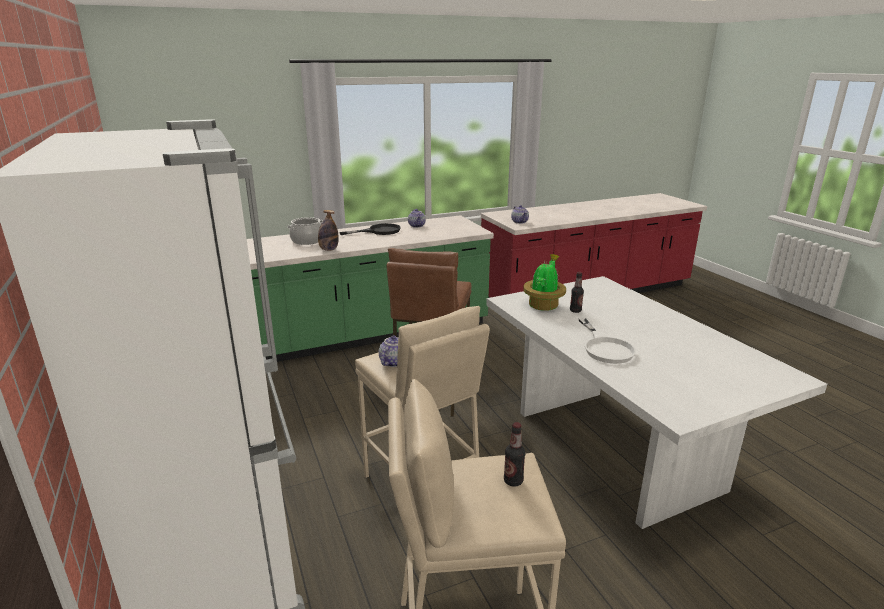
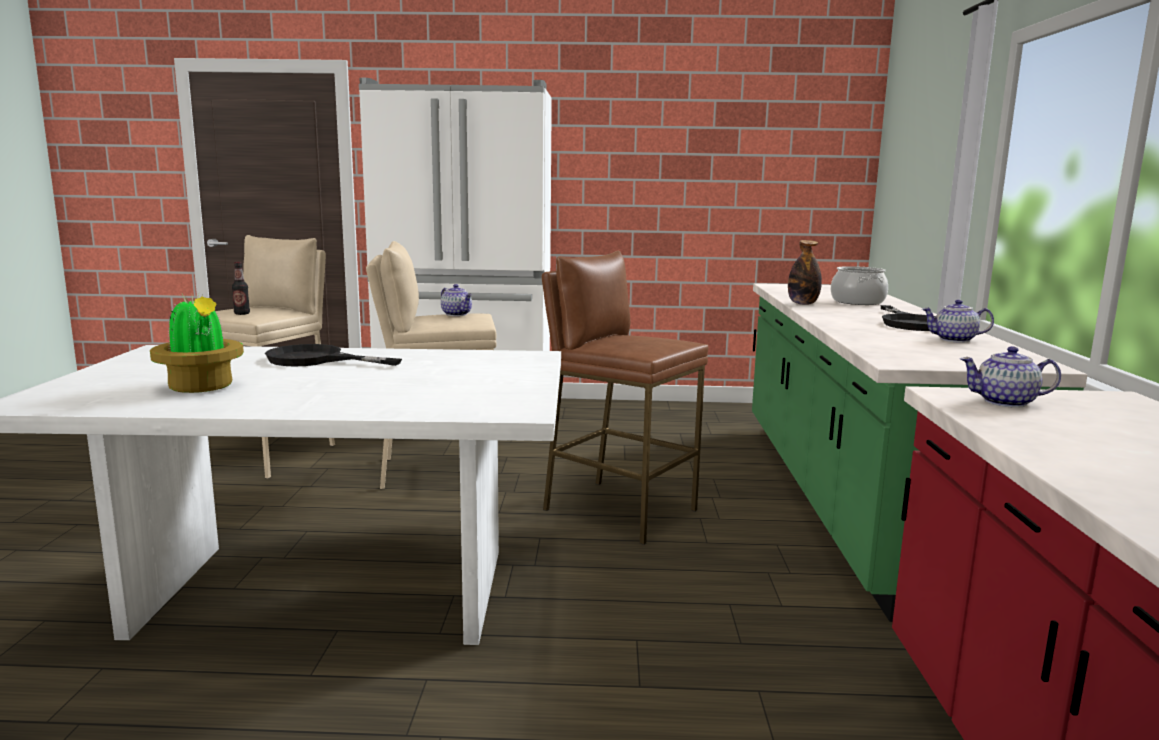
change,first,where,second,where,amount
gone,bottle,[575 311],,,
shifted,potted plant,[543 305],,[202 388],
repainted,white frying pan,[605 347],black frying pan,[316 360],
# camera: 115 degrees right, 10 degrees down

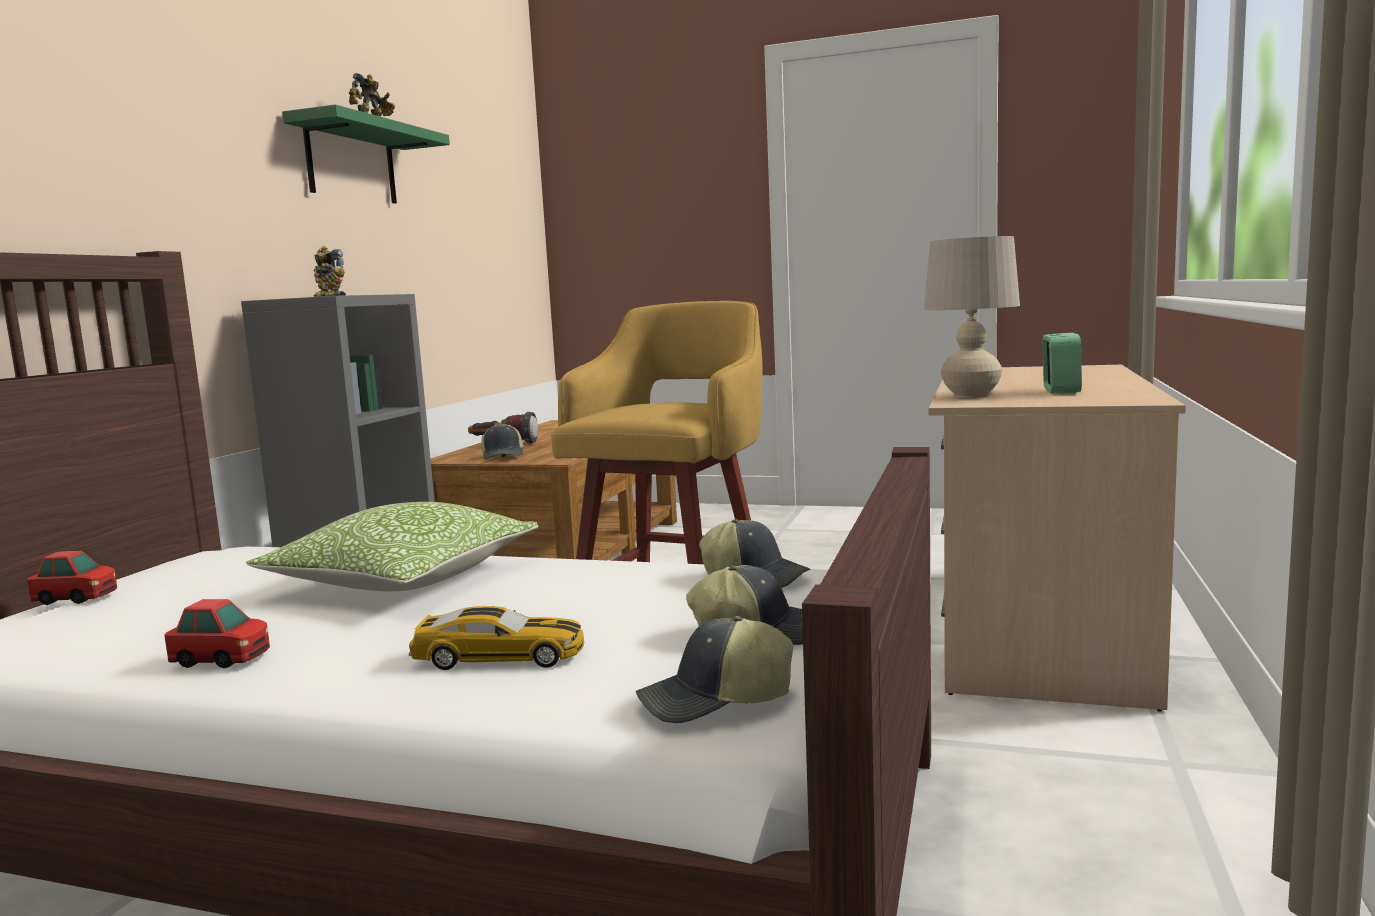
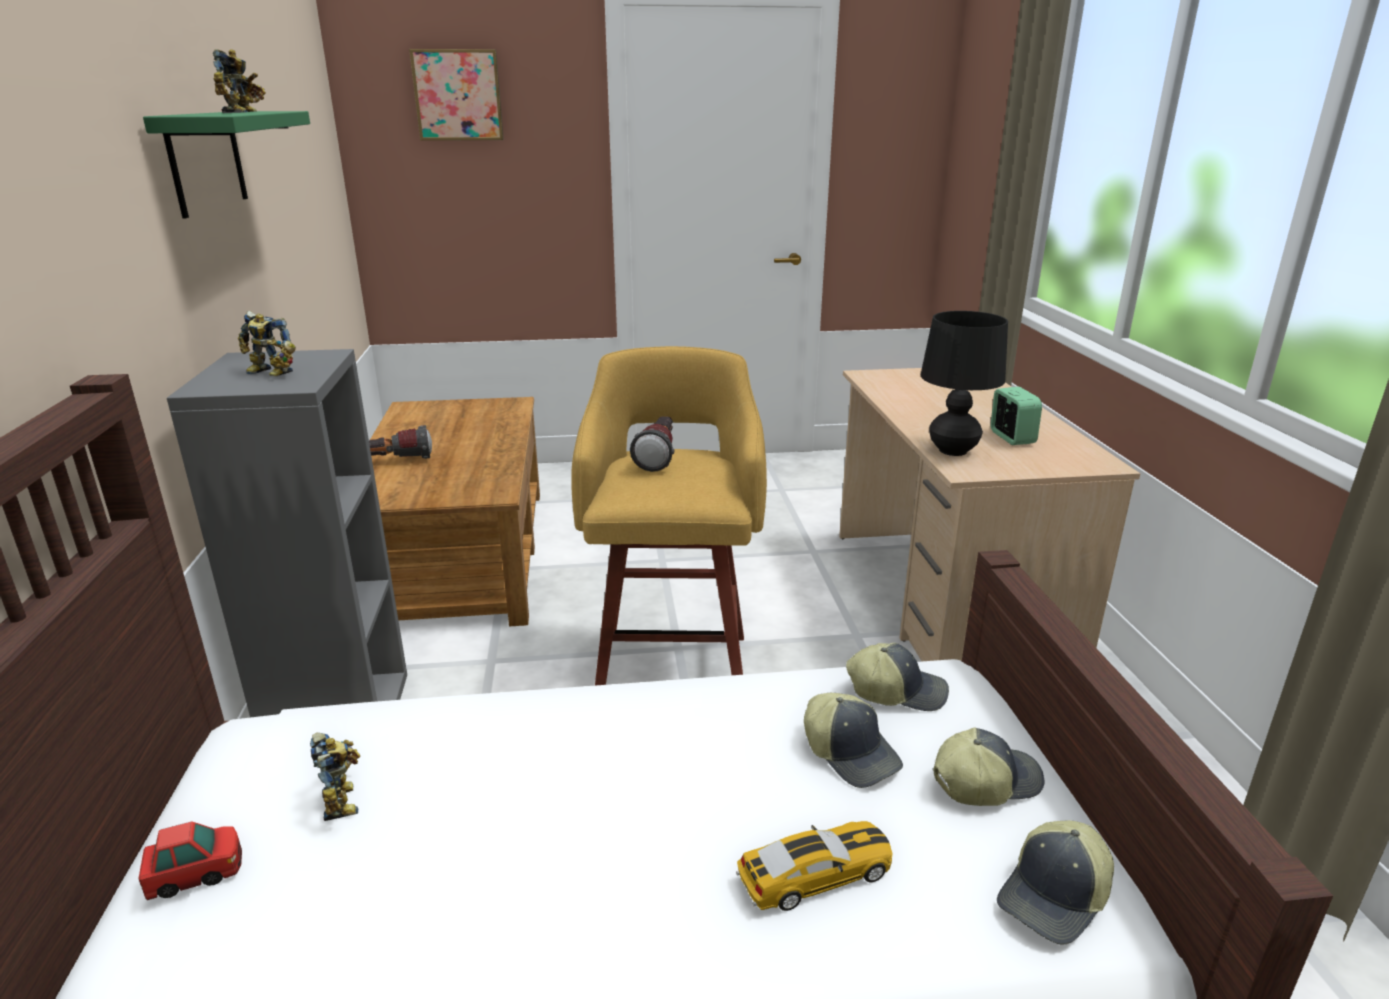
change,first,where,second,where,amount
gone,toy car,[222 659],,,
gone,pillow,[403 579],,,
new,,,toy robot,[344 800],
new,,,picture,[458 95],
new,,,flashlight,[659 456],
shifted,cap,[504 456],,[851 753],
repainted,beige table lamp,[971 395],black table lamp,[952 450],
# camera: 25 degrees left, 15 degrees up

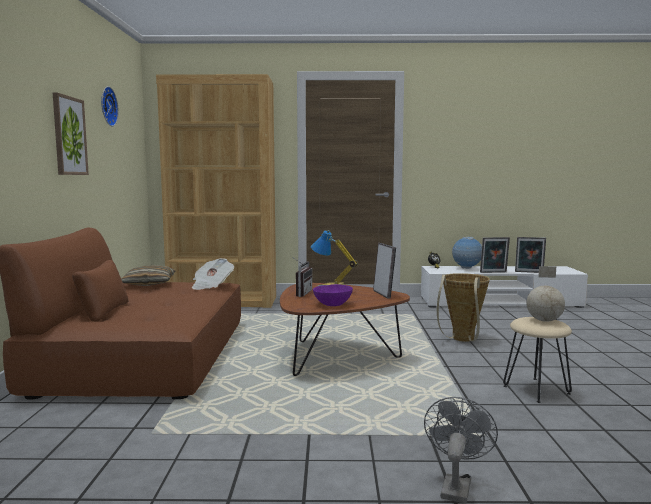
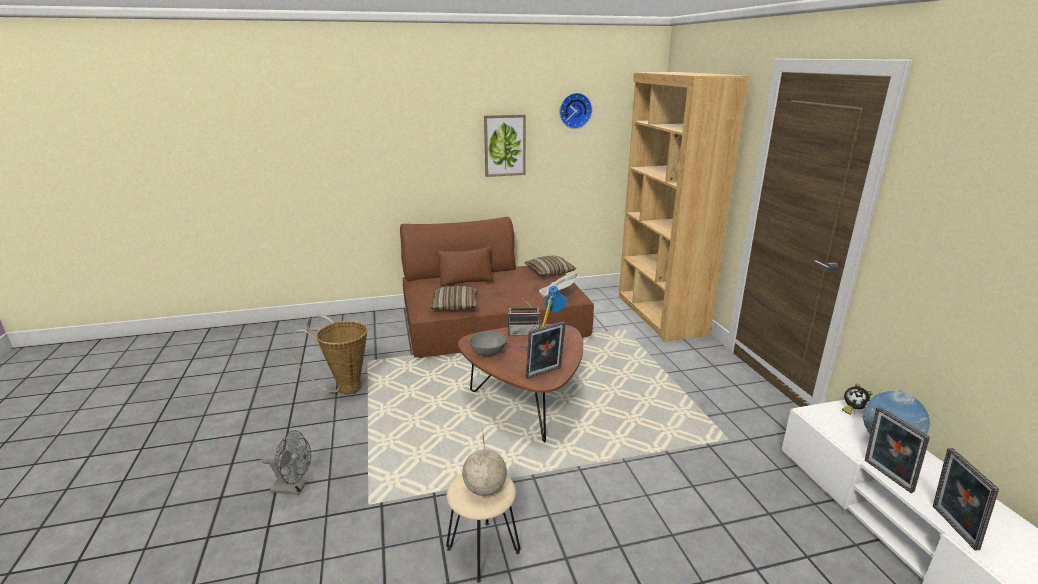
change,first,where,second,where,amount
new,,,pillow,[454 305],
shifted,basket,[461 340],,[344 388],
repainted,purple bowl,[332 304],grey bowl,[488 352],
# camera: 75 degrees right, 15 degrees up

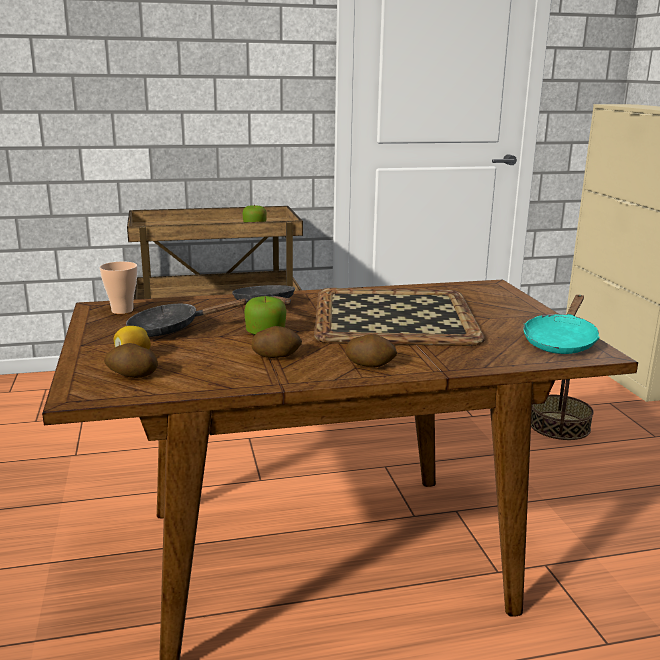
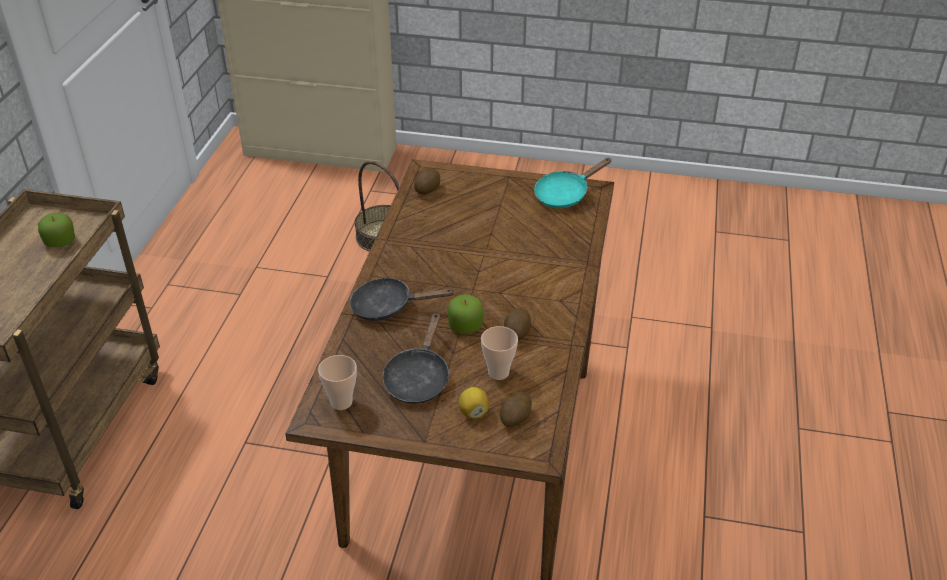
change,first,where,second,where,amount
gone,tray,[395 318],,,
new,,,cup,[498 372],
shifted,potato,[370 364],,[427 189],
rotated,turquoise frying pan,[560 341],,[565 194],90 degrees clockwise
# camera: 65 degrees left, 20 degrees up

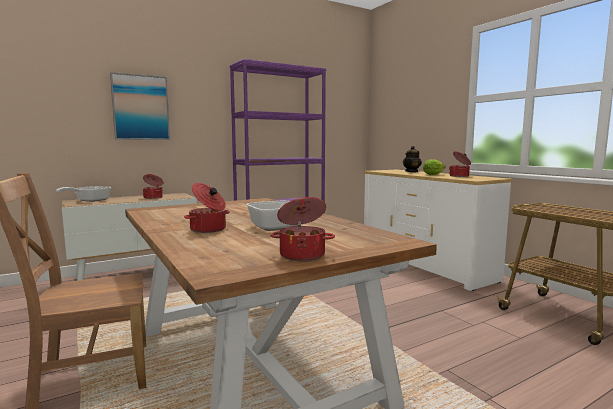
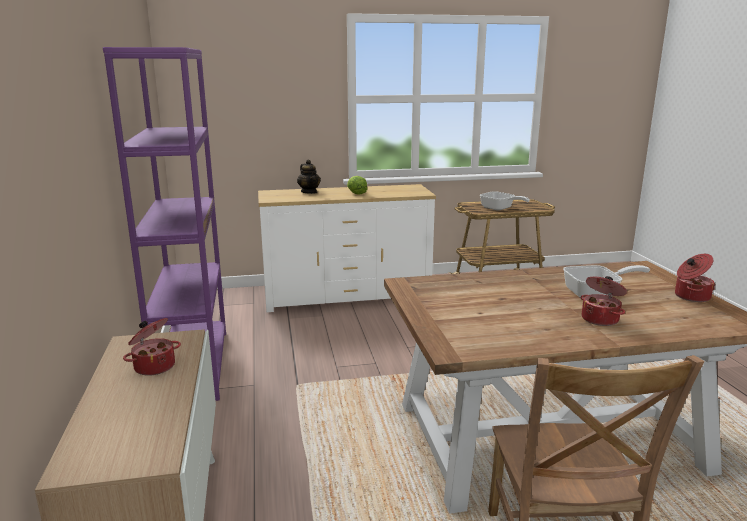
change,first,where,second,where,amount
gone,picture,[141 107],,,
gone,cooking pot,[459 176],,,
shifted,frying pan,[89 201],,[499 209],
# camera: 70 degrees left, 10 degrees up

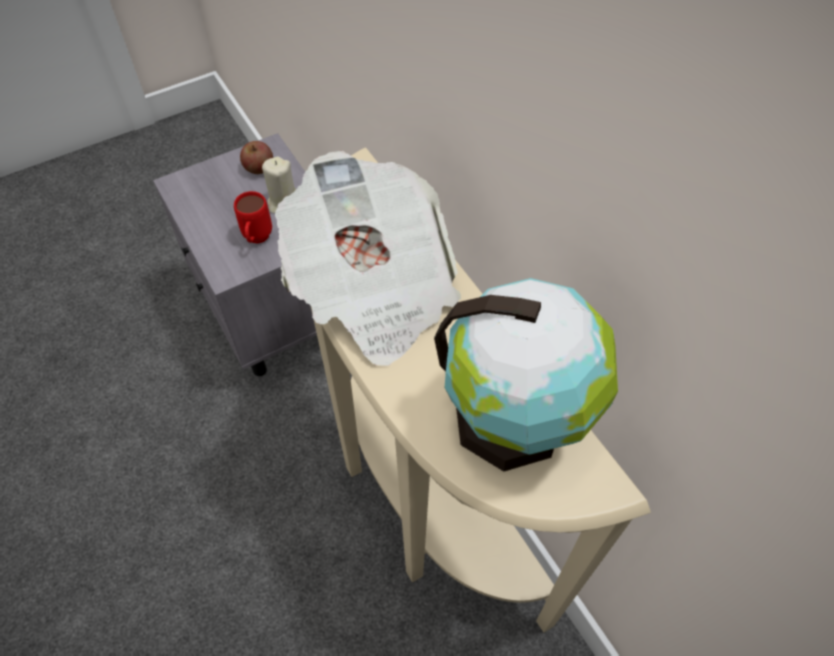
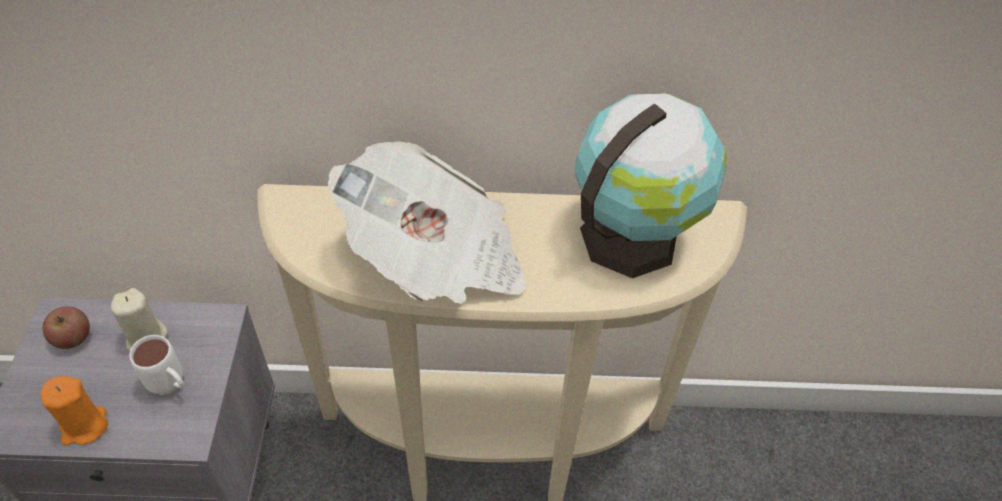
change,first,where,second,where,amount
new,,,orange candle,[84 426],
repainted,red mug,[256 240],white mug,[172 387],
# camera: 60 degrees left, 5 degrees down

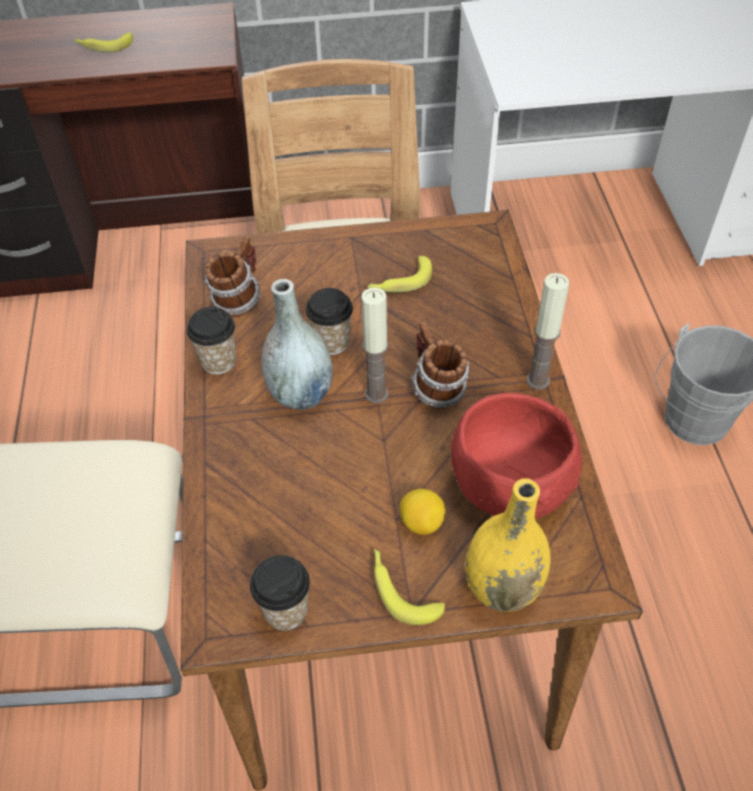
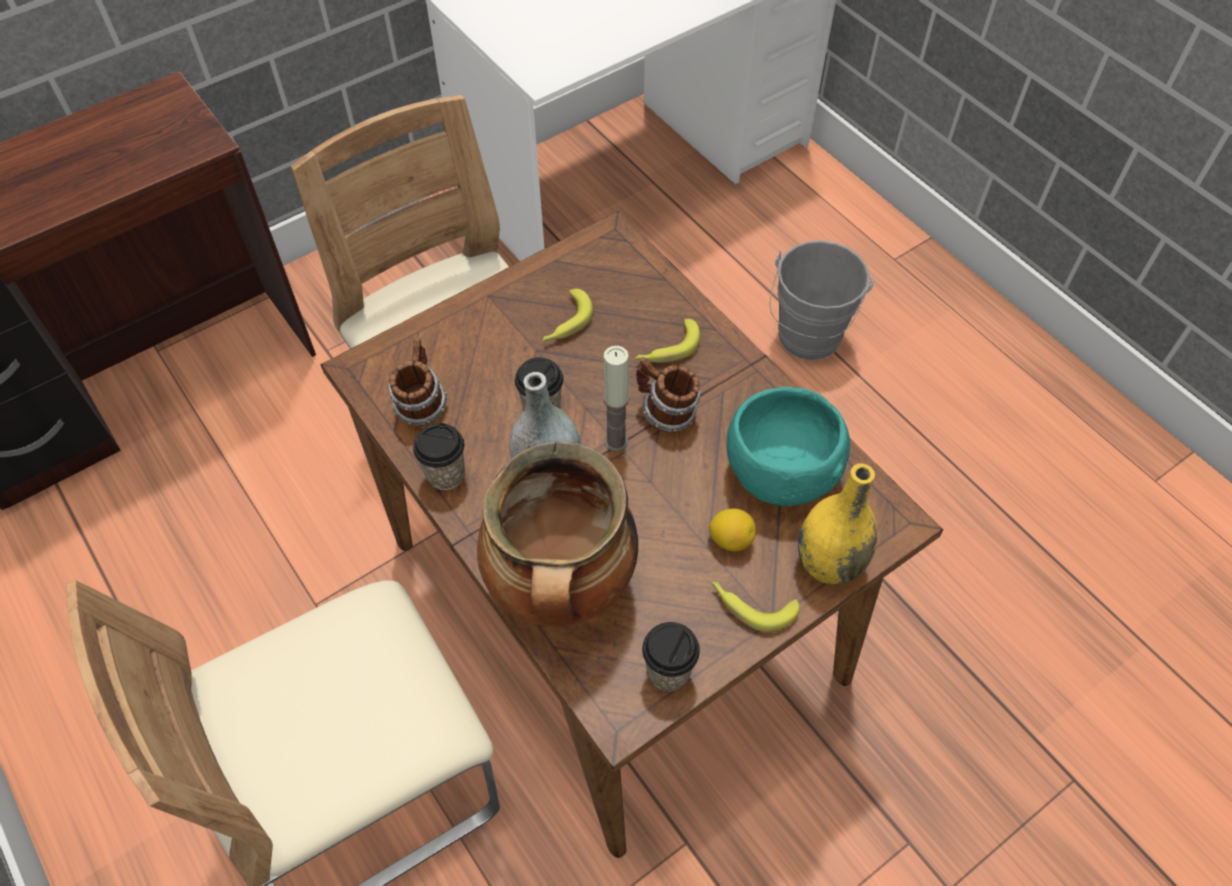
change,first,where,second,where,amount
gone,candle,[538 380],,,
new,,,cooking pot,[563 588],
shifted,banana,[104 46],,[667 349],
repainted,red bowl,[510 482],turquoise bowl,[780 470],
# camera: 30 degrees left, 5 degrees up

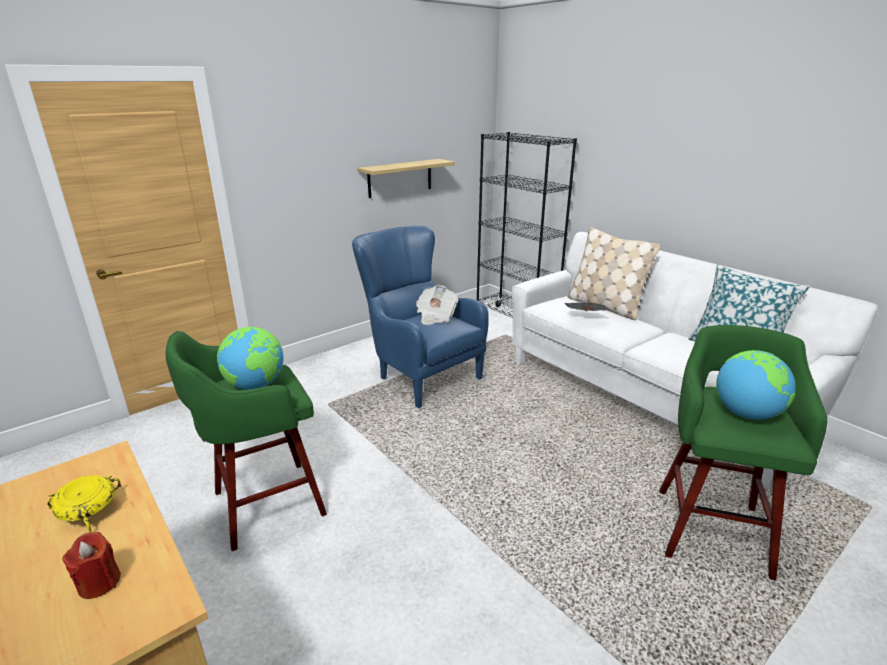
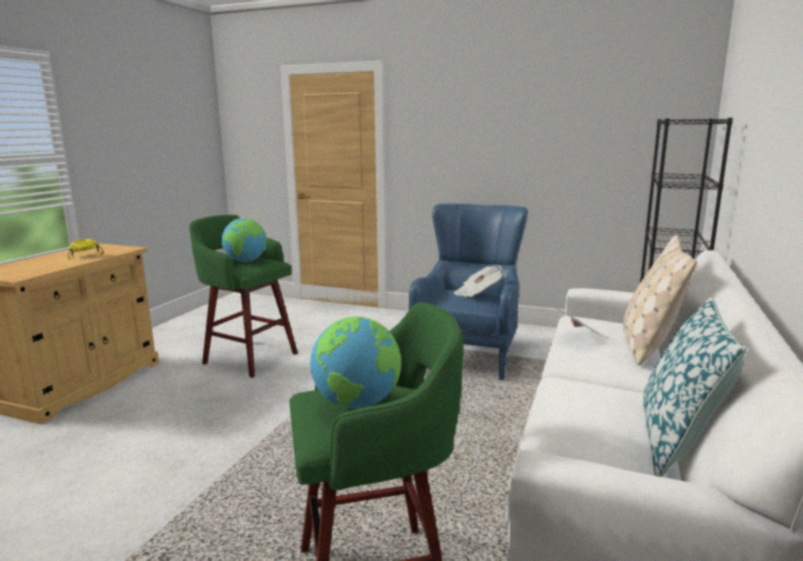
change,first,where,second,where,amount
gone,red candle,[99 582],,,
gone,shelf,[400 178],,,
# camera: 60 degrees right, 10 degrees down

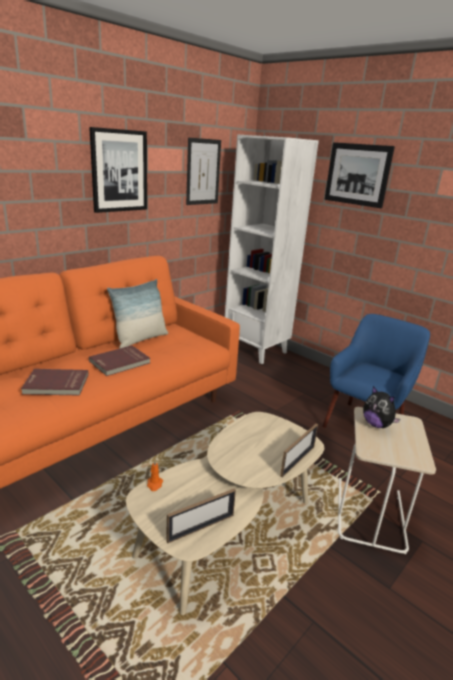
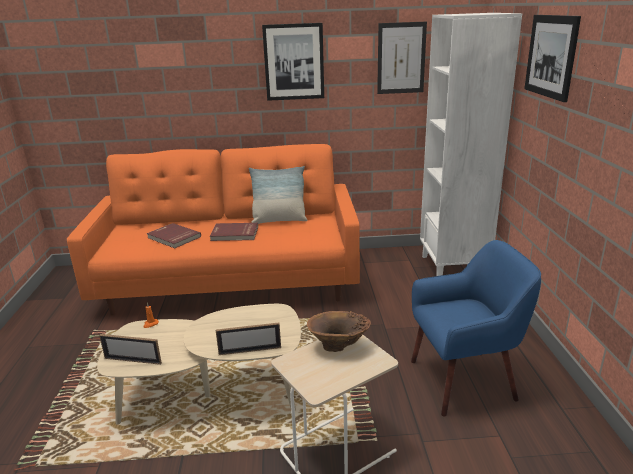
change,first,where,second,where,amount
swapped,plush toy,[377 425],brown vase,[339 348],
# camera: 45 degrees right, 0 degrees up

